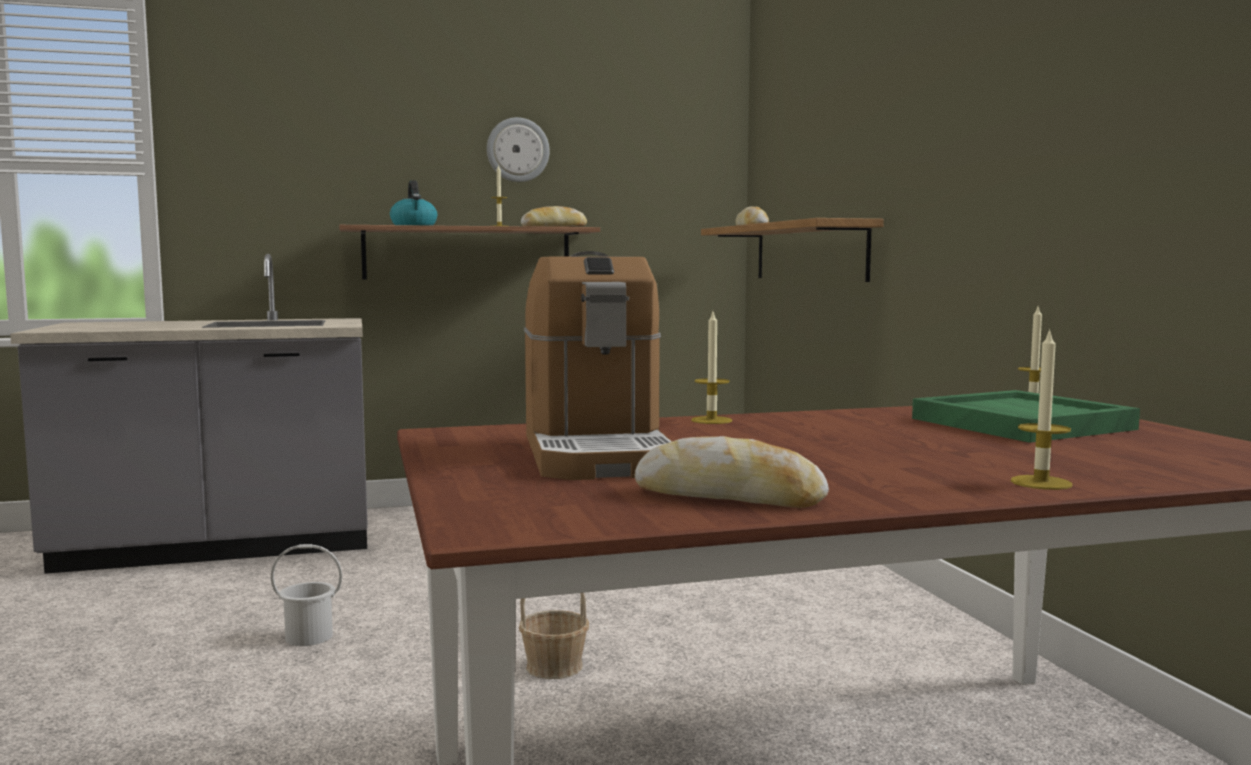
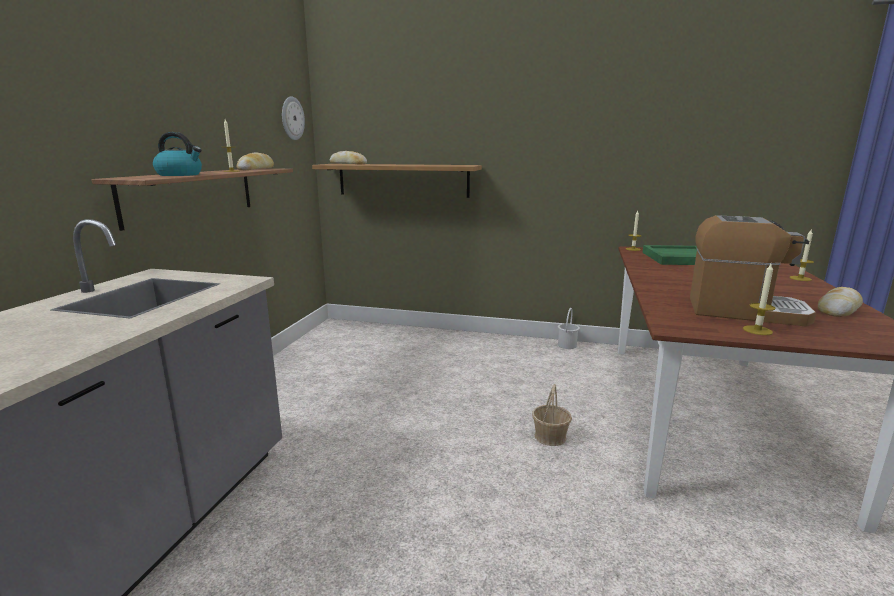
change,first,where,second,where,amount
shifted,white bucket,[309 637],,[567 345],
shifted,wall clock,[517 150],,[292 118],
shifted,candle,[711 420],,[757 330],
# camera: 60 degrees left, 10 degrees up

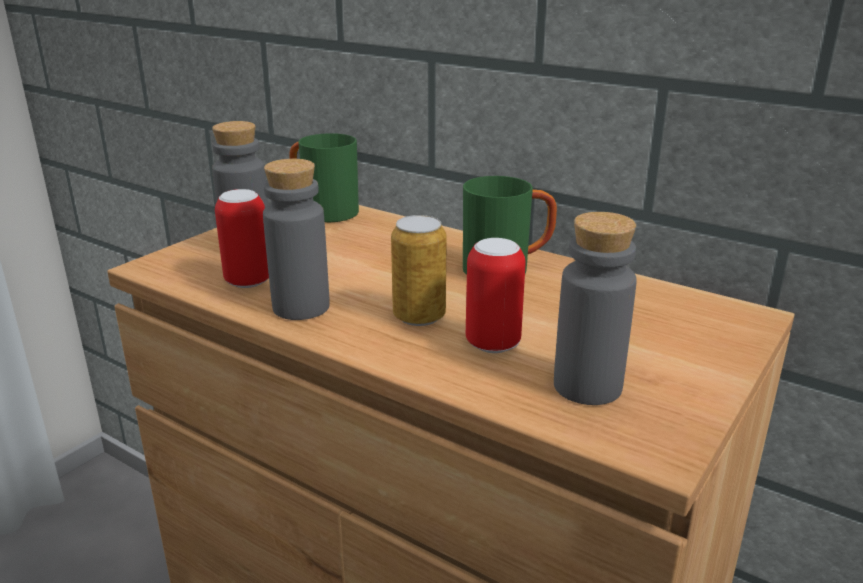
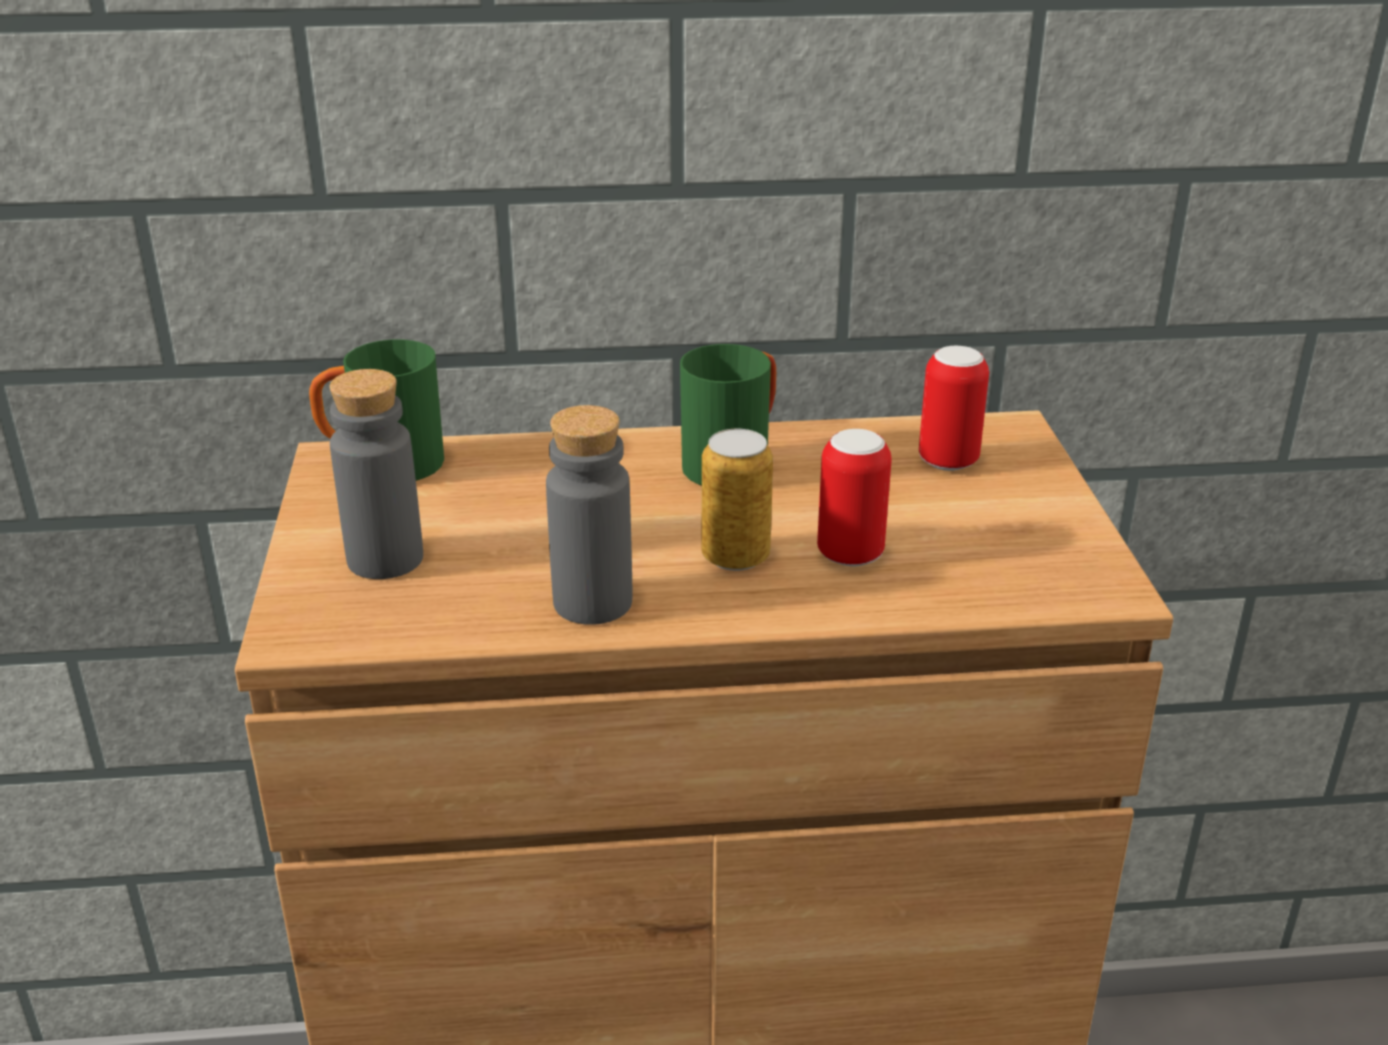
change,first,where,second,where,amount
gone,grey bottle,[587 386],,,
shifted,can,[248 281],,[948 461],
# camera: 40 degrees left, 5 degrees up

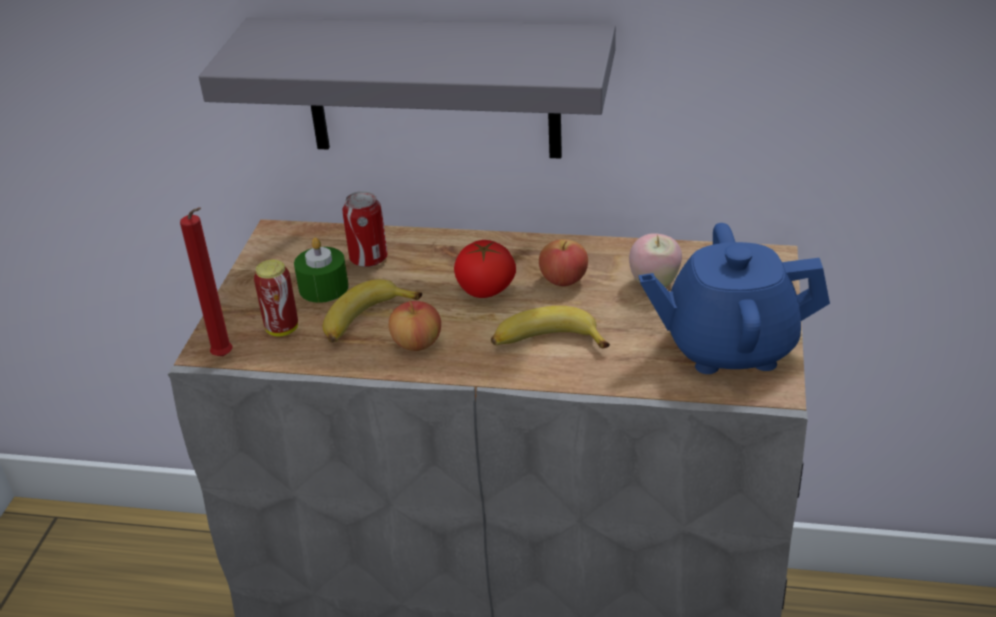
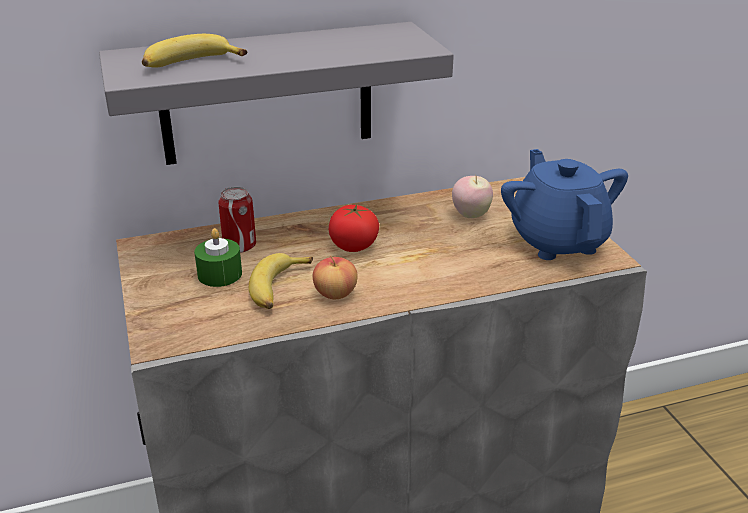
change,first,where,second,where,amount
gone,red candle,[225 357],,,
gone,can,[282 329],,,
gone,apple,[563 280],,,
shifted,banana,[546 342],,[190 64],
rotated,blue teapot,[729 346],,[557 241],105 degrees clockwise
# camera: 30 degrees left, 5 degrees down

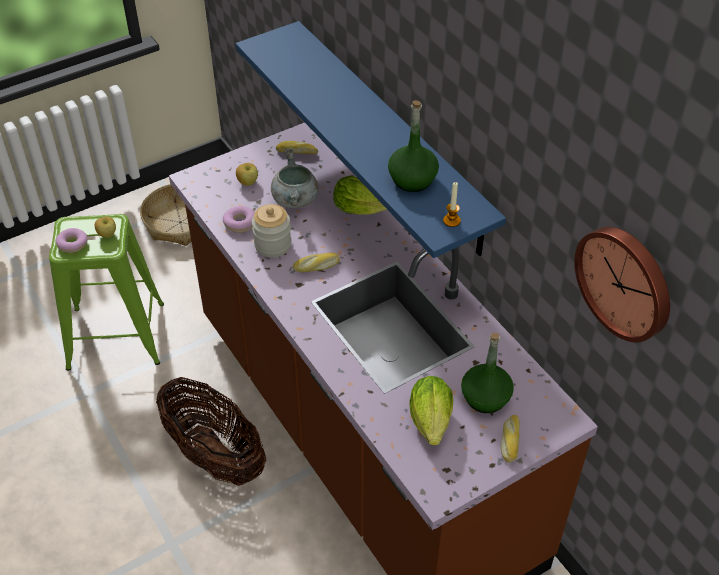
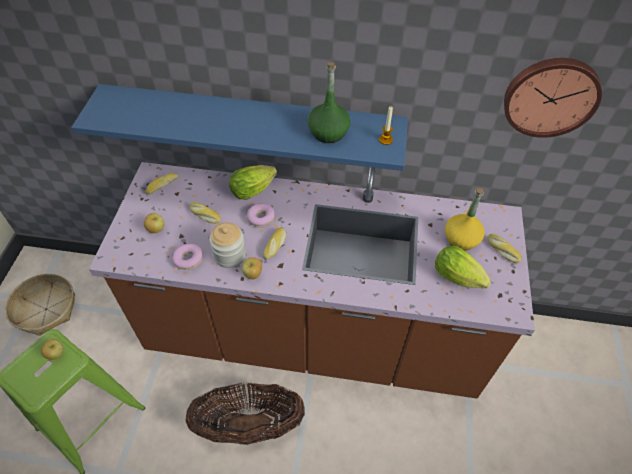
change,first,where,second,where,amount
new,,,apple,[253 274],
shifted,donut,[72 244],,[261 218],
swapped,grey cooking pot,[296 200],bread,[204 215],
repainted,green bottle,[485 398],yellow bottle,[461 239],
# camera: 50 degrees left, 5 degrees up

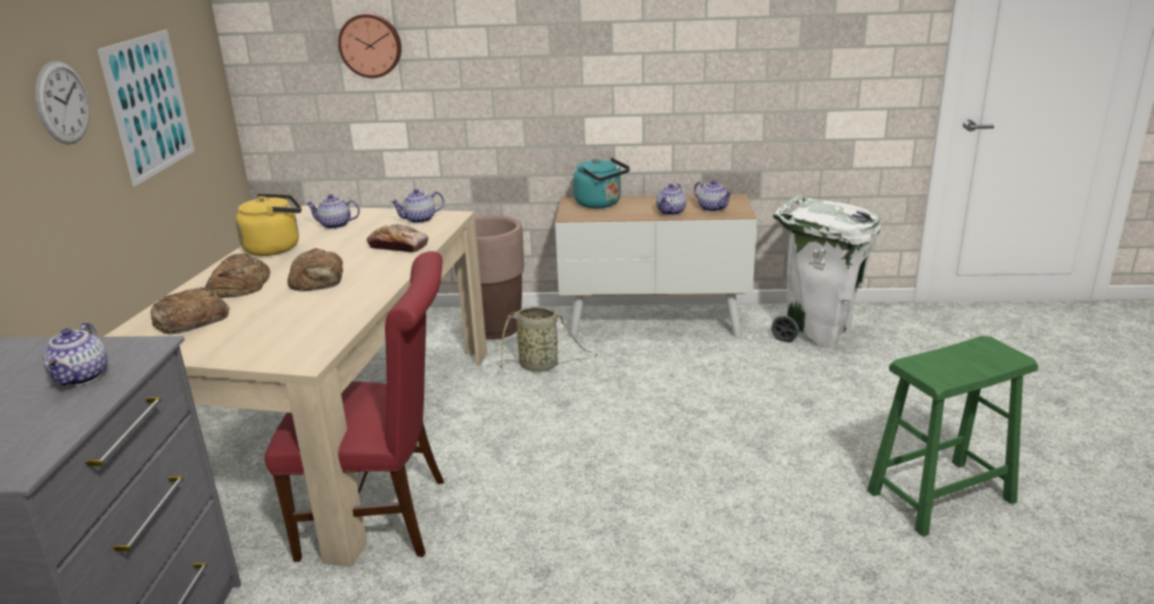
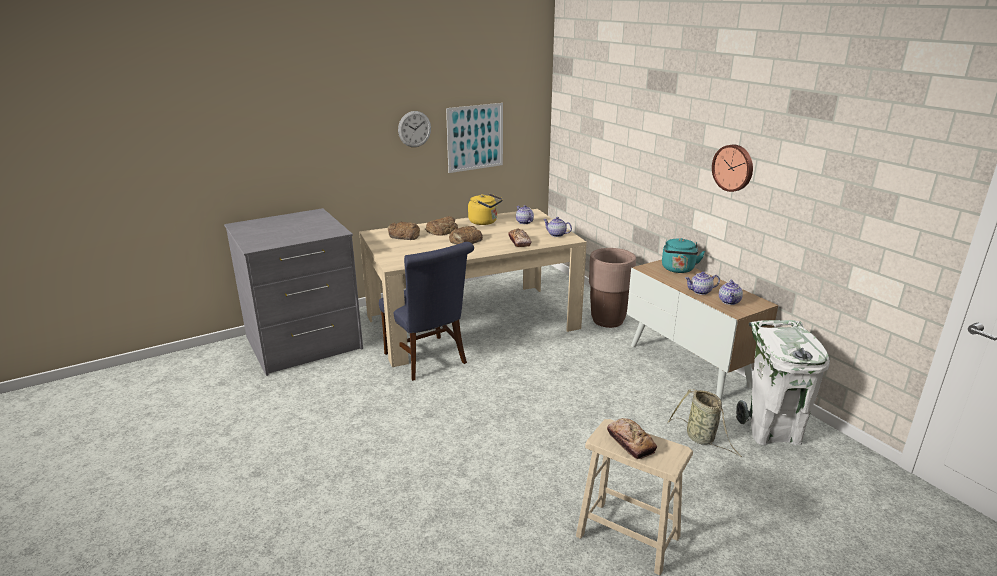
change,first,where,second,where,amount
gone,teapot,[83 377],,,
new,,,bread,[630 442],
shifted,wall clock,[371 45],,[733 167],
shifted,basket,[542 366],,[702 439],
repainted,red chair,[384 516],blue chair,[428 360],
repainted,green stool,[941 497],beige stool,[628 536],
# camera: 55 degrees right, 0 degrees up

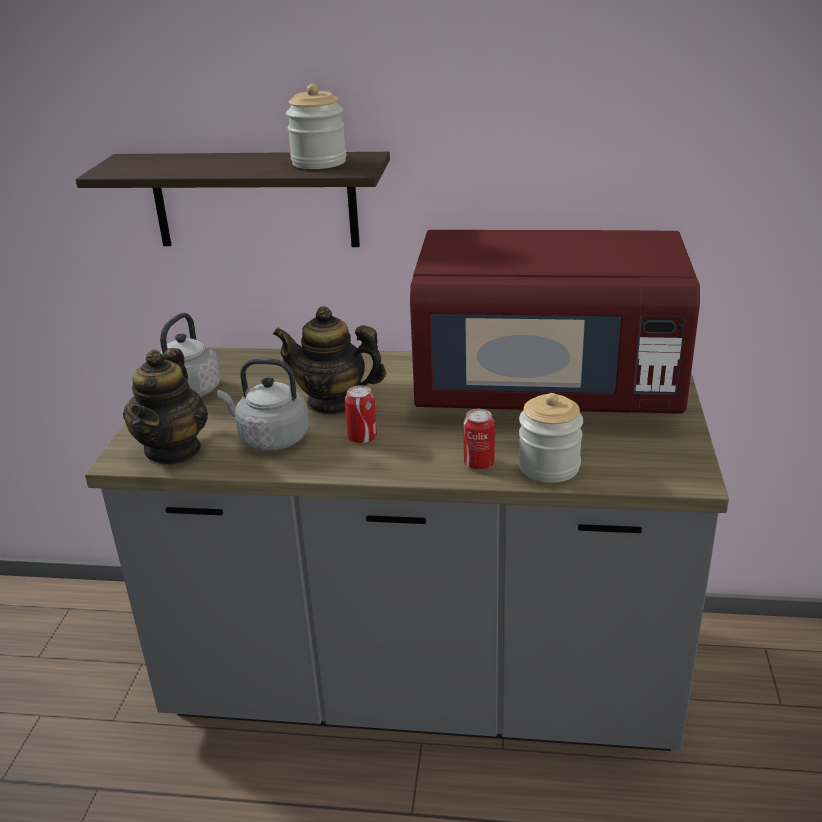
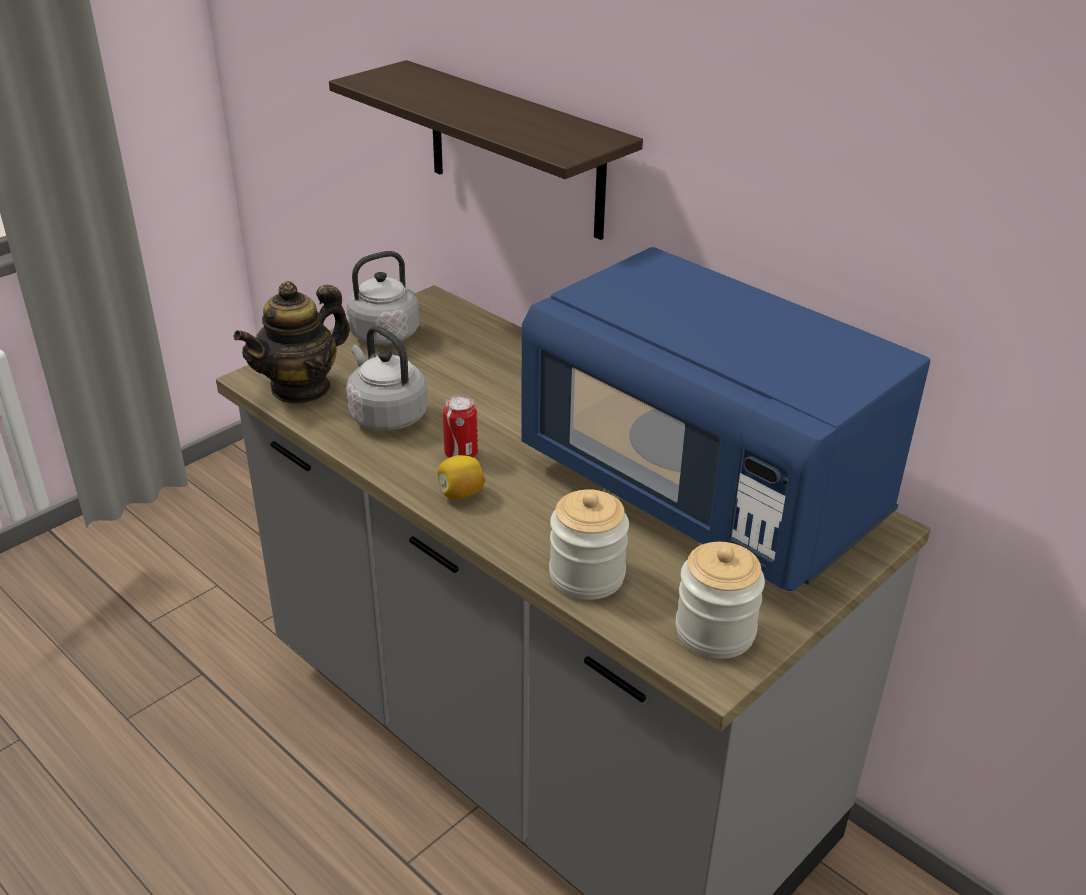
change,first,where,second,where,amount
gone,teapot,[332 402],,,
gone,can,[479 463],,,
new,,,lemon,[461 493],
shifted,jar,[319 162],,[715 632],
repainted,red microwave,[547 391],blue microwave,[705 491],
# camera: 35 degrees right, 5 degrees up

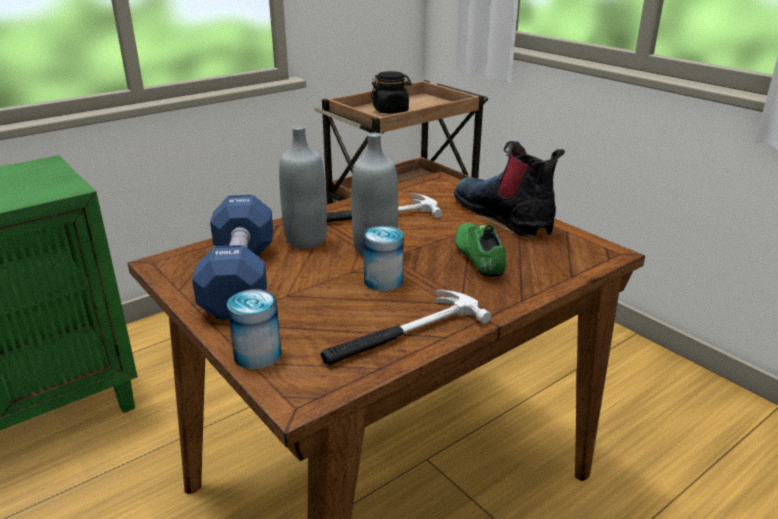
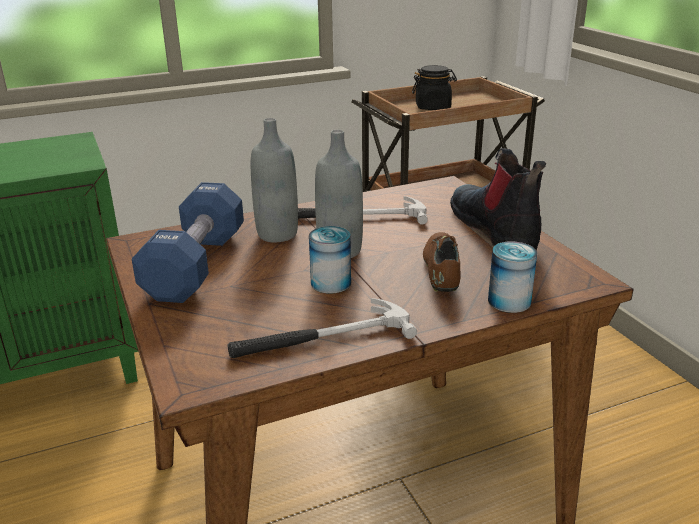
change,first,where,second,where,amount
shifted,can,[257 355],,[509 301],
repainted,green shoe,[479 258],brown shoe,[442 271],
# camera: 15 degrees right, 0 degrees up

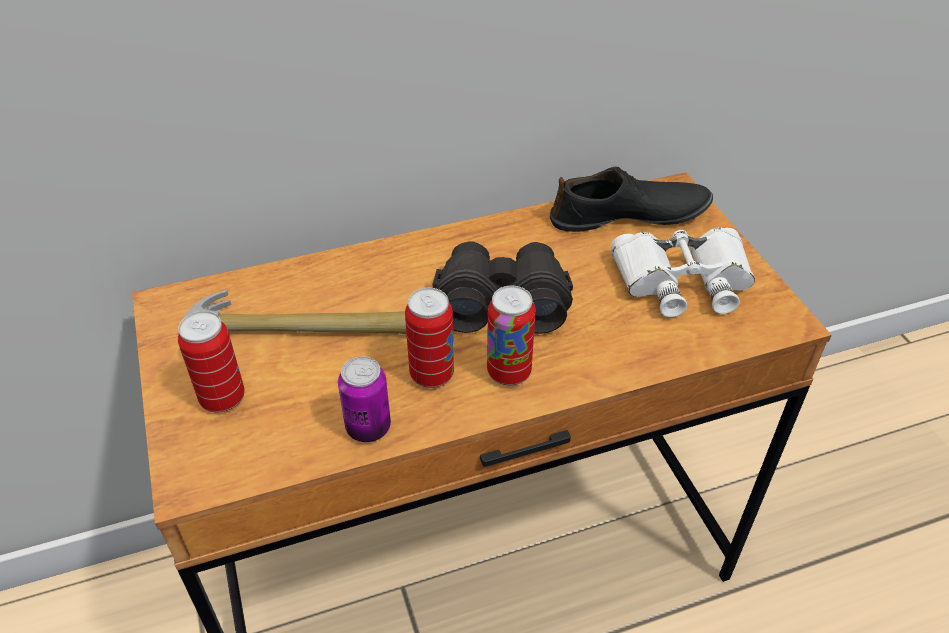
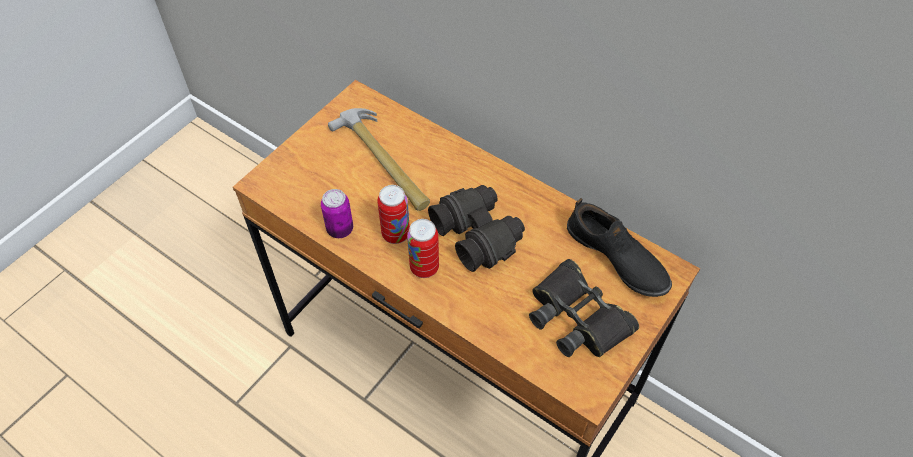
change,first,where,second,where,amount
gone,can,[222 398],,,
repainted,white binoculars,[682 280],black binoculars,[577 317],
# camera: 55 degrees right, 10 degrees up

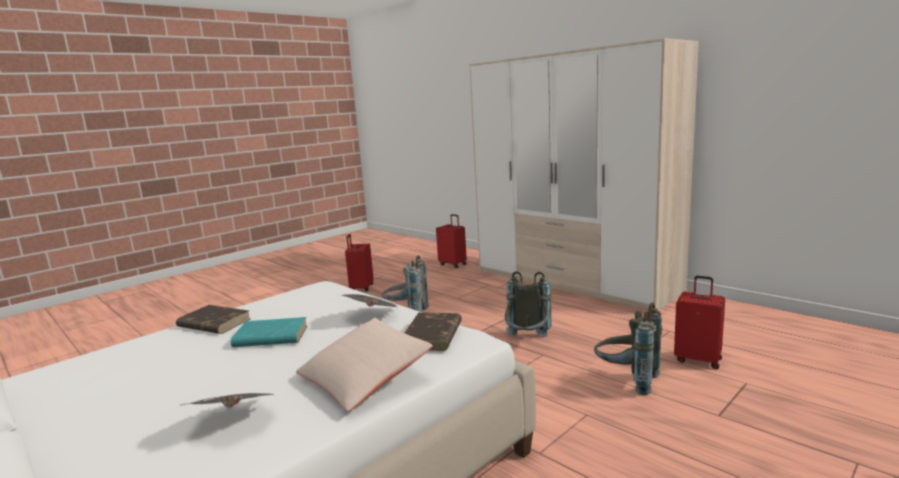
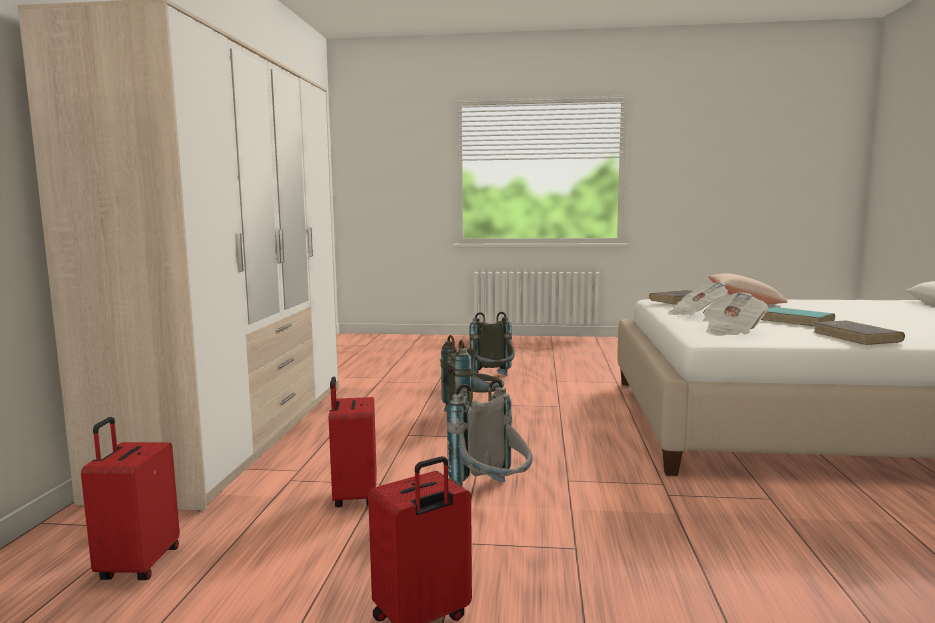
change,first,where,second,where,amount
shifted,newspaper,[235 419],,[731 331],
shifted,red suitcase,[698 359],,[353 497],
# camera: 130 degrees left, 5 degrees down

